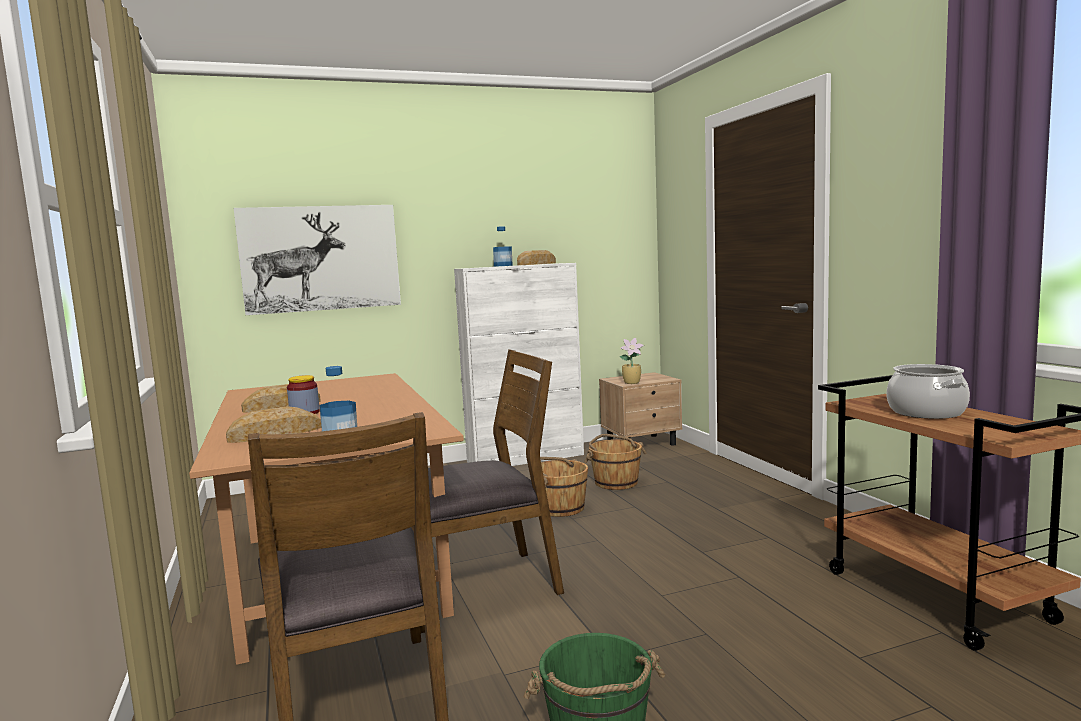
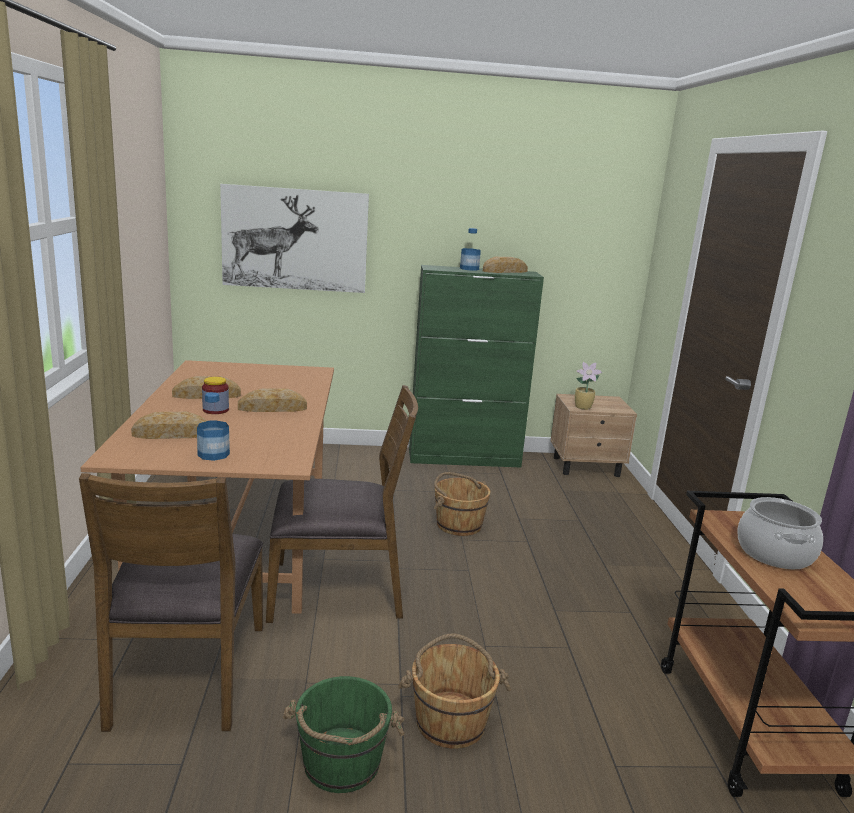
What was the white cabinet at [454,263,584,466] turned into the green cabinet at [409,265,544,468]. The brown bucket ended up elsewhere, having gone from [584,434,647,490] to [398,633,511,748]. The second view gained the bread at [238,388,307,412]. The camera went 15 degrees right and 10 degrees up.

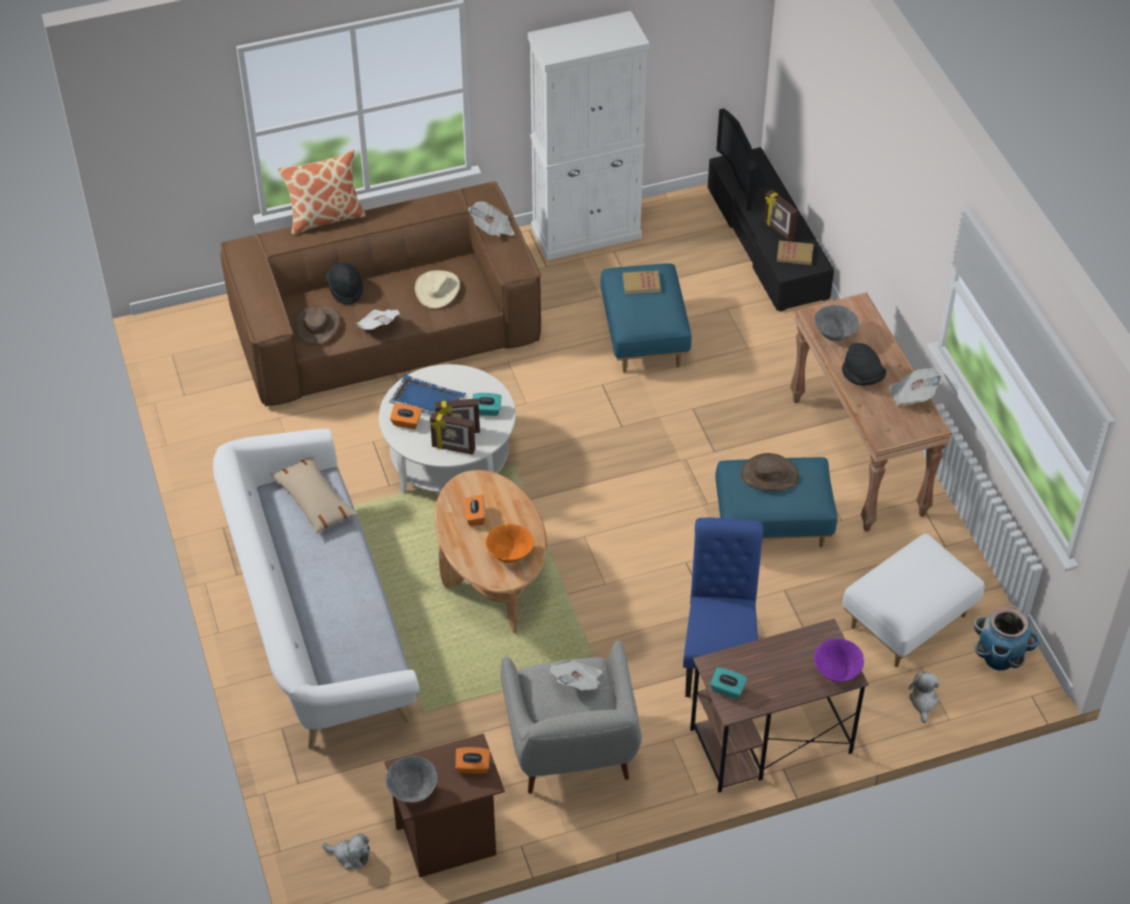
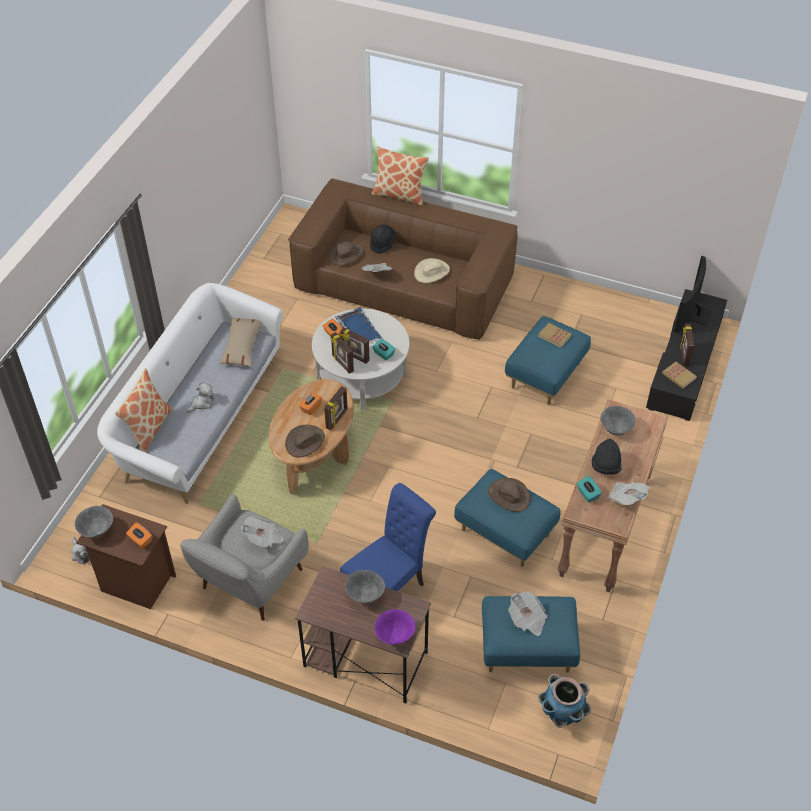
The second view lost the white cabinet at [528,11,650,260]. The newspaper ended up elsewhere, having gone from [468,201,514,237] to [508,591,548,636]. Where the orange bowl stood at [486,524,534,563], the brown hat came to stand at [285,425,325,457]. What was the white ottoman at [842,534,984,667] turned into the blue ottoman at [482,596,580,673]. The turquoise tissue box ended up elsewhere, having gone from [710,667,747,699] to [577,476,602,503]. The plush toy ended up elsewhere, having gone from [909,672,939,723] to [186,382,214,412]. The second view gained the pillow at [115,368,172,452]. The second view gained the picture frame at [324,386,348,430]. The second view gained the grey bowl at [345,570,385,603]. The camera went 40 degrees right and 0 degrees up.

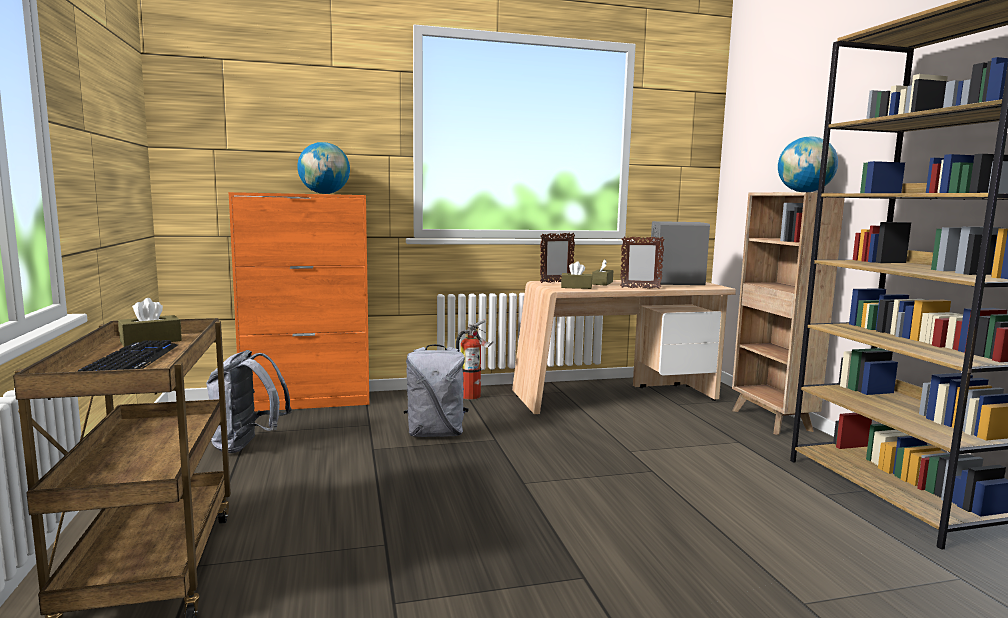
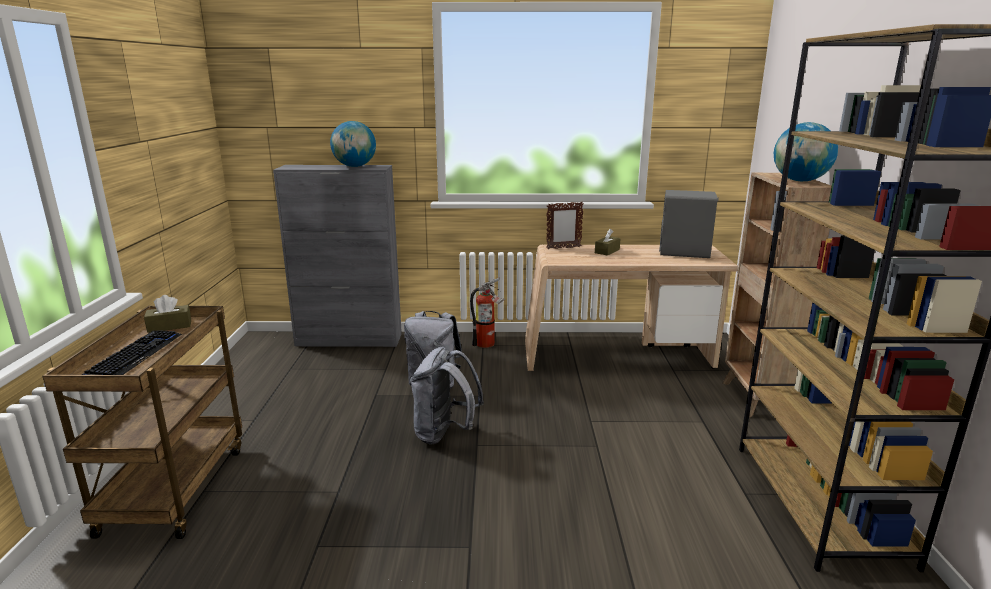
What was the orange cabinet at [228,192,369,411] turned into the grey cabinet at [273,165,402,347]. The second view lost the picture frame at [620,237,665,289]. The second view lost the brown tissue box at [561,261,592,289]. The grey backpack ended up elsewhere, having gone from [206,350,292,453] to [410,347,484,444]. The camera went 15 degrees right and 10 degrees up.

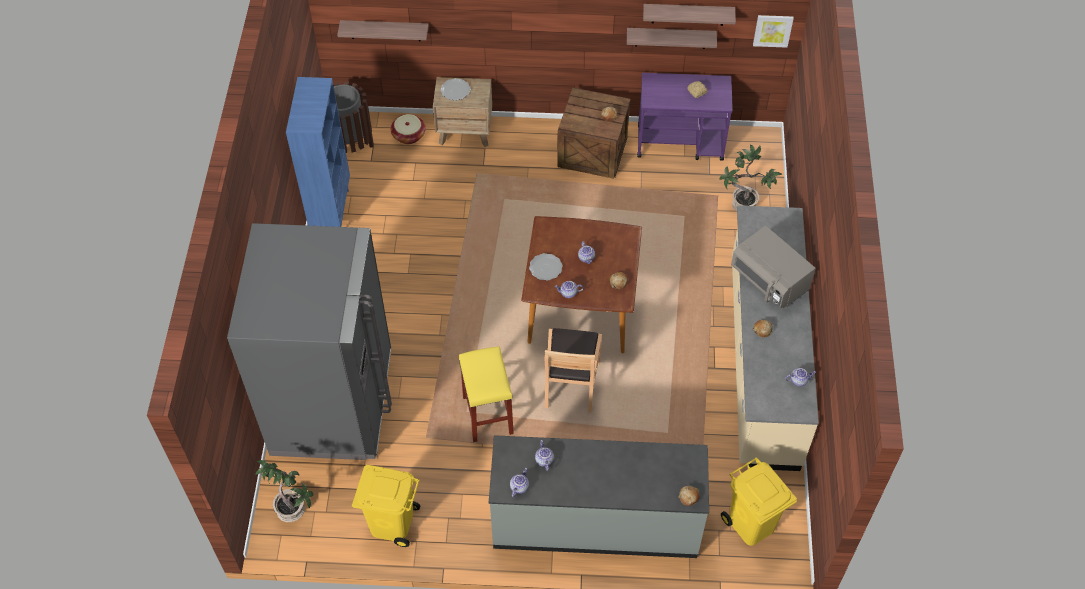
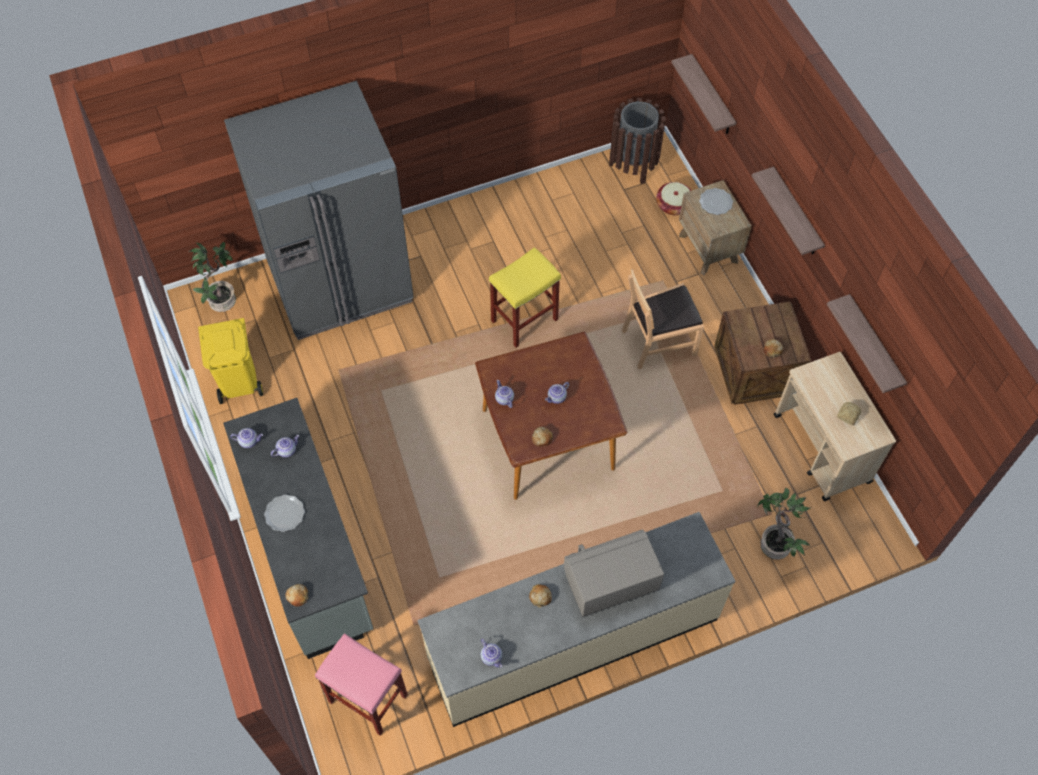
The shelf ended up elsewhere, having gone from [643,4,736,26] to [752,167,825,255]. The second view lost the picture at [753,15,794,48]. What was the purple cart at [637,73,733,161] turned into the beige cart at [773,352,896,501]. The second view lost the blue bookcase at [286,77,350,227]. The grey microwave at [731,226,816,309] ended up facing another way, 45 degrees clockwise from before. The plate ended up elsewhere, having gone from [529,253,563,281] to [264,494,305,532]. The brown chair ended up elsewhere, having gone from [545,328,602,413] to [622,269,704,369]. The yellow stool ended up elsewhere, having gone from [459,346,514,442] to [489,247,561,348]. Where the yellow trash can stood at [721,458,797,546], the pink stool came to stand at [315,633,408,736]. The camera went 65 degrees right and 5 degrees up.

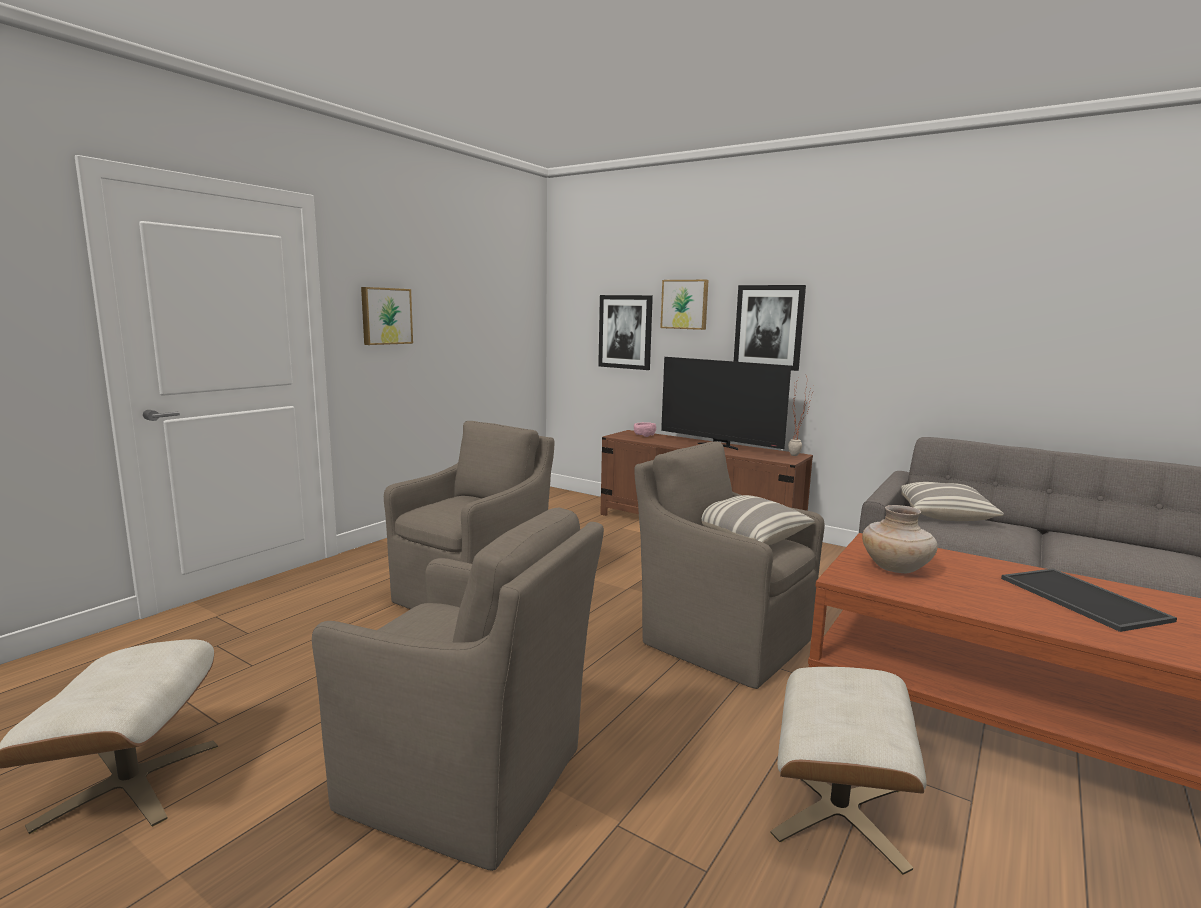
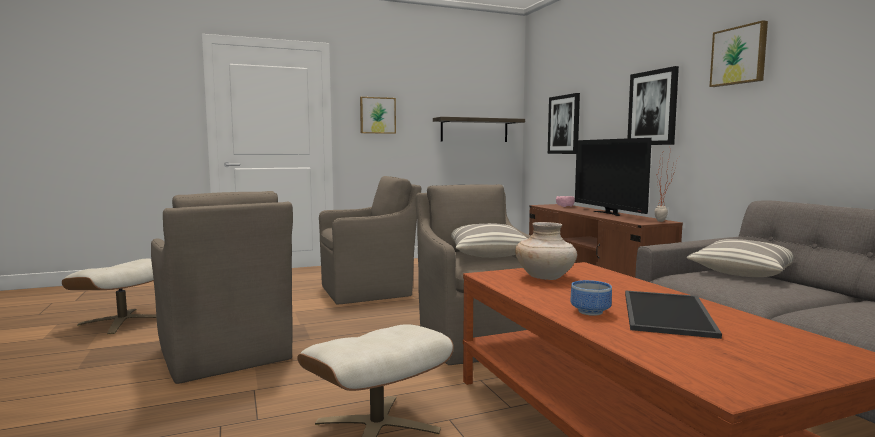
The picture ended up elsewhere, having gone from [660,280,708,330] to [710,20,768,87]. The second view gained the shelf at [433,117,525,142]. The second view gained the bowl at [570,280,612,316]. The camera went 35 degrees right and 5 degrees down.

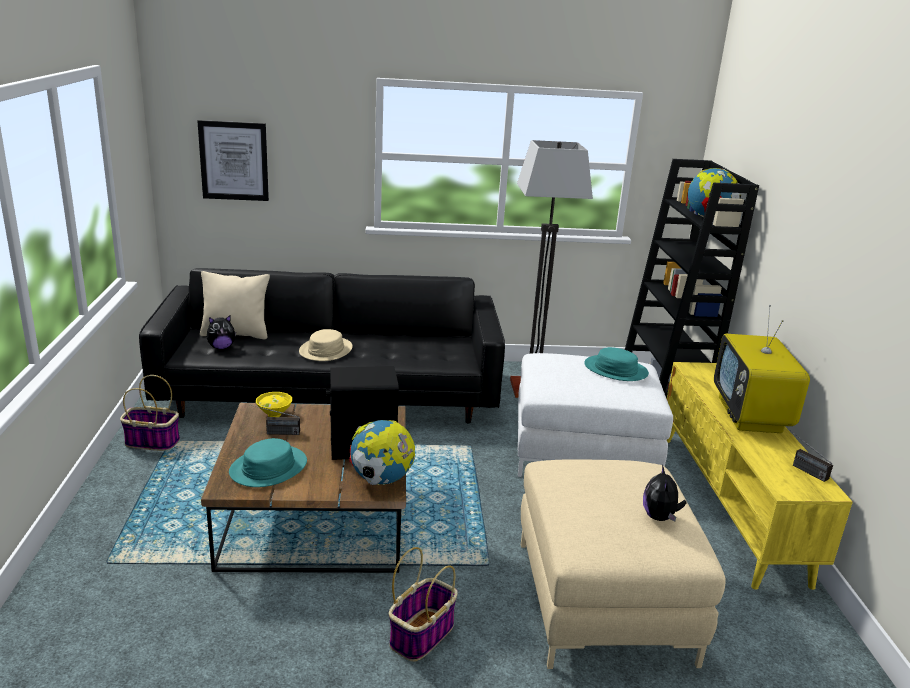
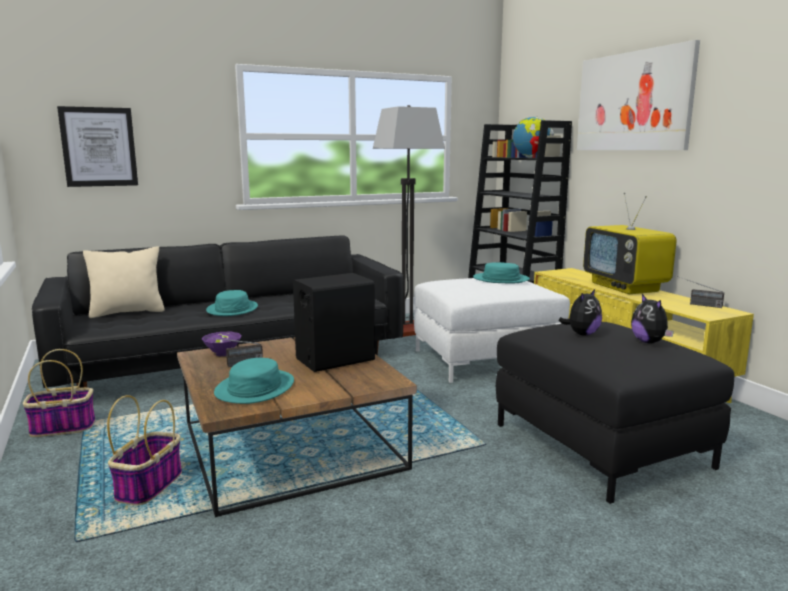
The plush toy ended up elsewhere, having gone from [207,315,236,349] to [559,289,602,336]. What was the beige hat at [299,329,353,361] turned into the turquoise hat at [206,290,258,316]. What was the yellow bowl at [256,392,292,417] turned into the purple bowl at [202,332,242,356]. The second view lost the globe at [349,420,415,485]. What was the beige ottoman at [521,459,726,669] turned into the black ottoman at [496,322,734,504]. The basket ended up elsewhere, having gone from [389,547,458,661] to [107,395,182,505]. The second view gained the picture at [577,40,700,150]. The camera went 20 degrees left and 10 degrees down.

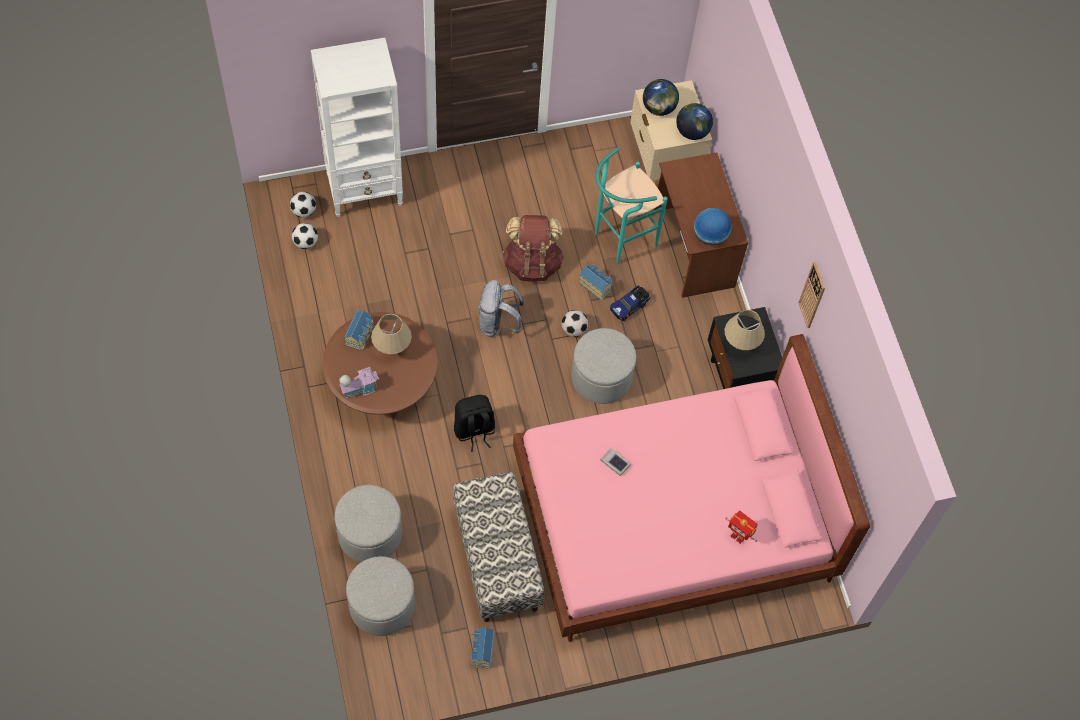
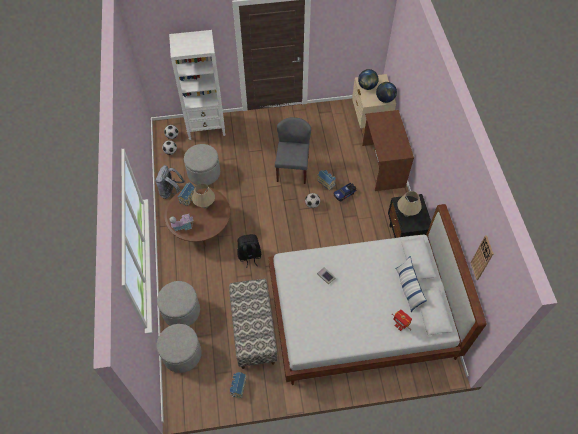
The second view lost the turquoise stool at [595,148,668,264]. The second view lost the globe at [694,208,732,246]. Where the brown backpack stood at [502,215,564,282], the grey chair came to stand at [275,117,311,184]. The wall clock ended up elsewhere, having gone from [798,261,825,328] to [471,235,494,280]. The grey backpack ended up elsewhere, having gone from [478,280,524,337] to [155,165,185,199]. The grey ottoman ended up elsewhere, having gone from [571,328,636,404] to [184,144,220,185]. What was the pink bed at [513,334,870,642] turned into the white bed at [269,204,486,385]. The second view gained the pillow at [395,256,427,312]. The camera went 10 degrees right and 5 degrees down.

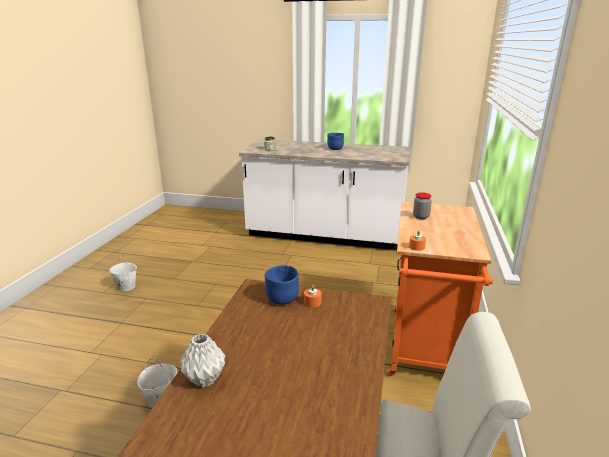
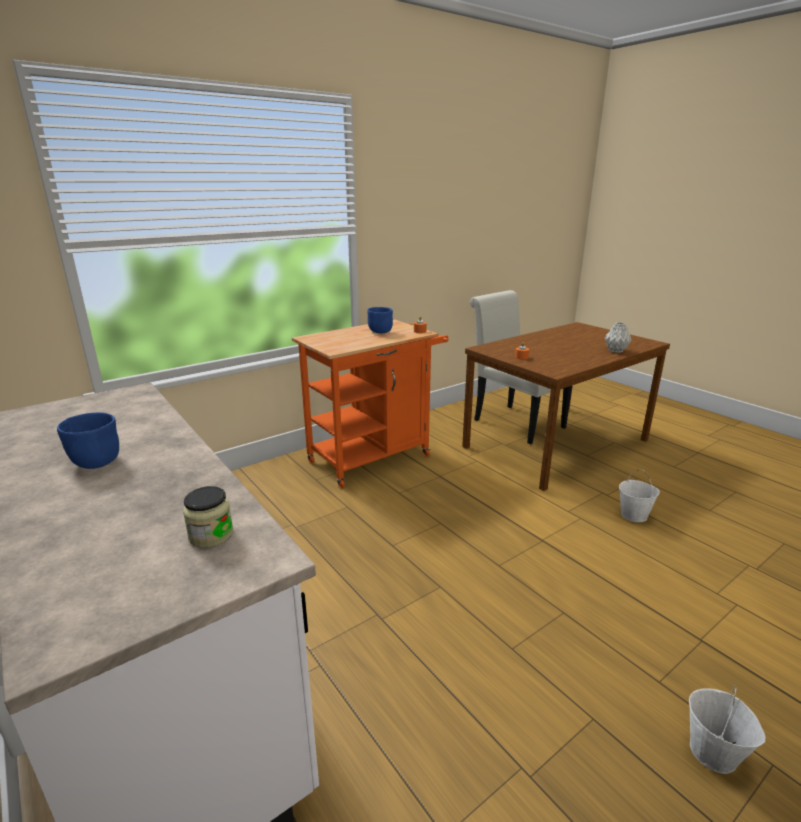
The second view lost the jar at [413,192,432,219]. The blue bowl ended up elsewhere, having gone from [265,265,299,305] to [368,307,393,333]. The camera went 140 degrees left and 0 degrees up.

